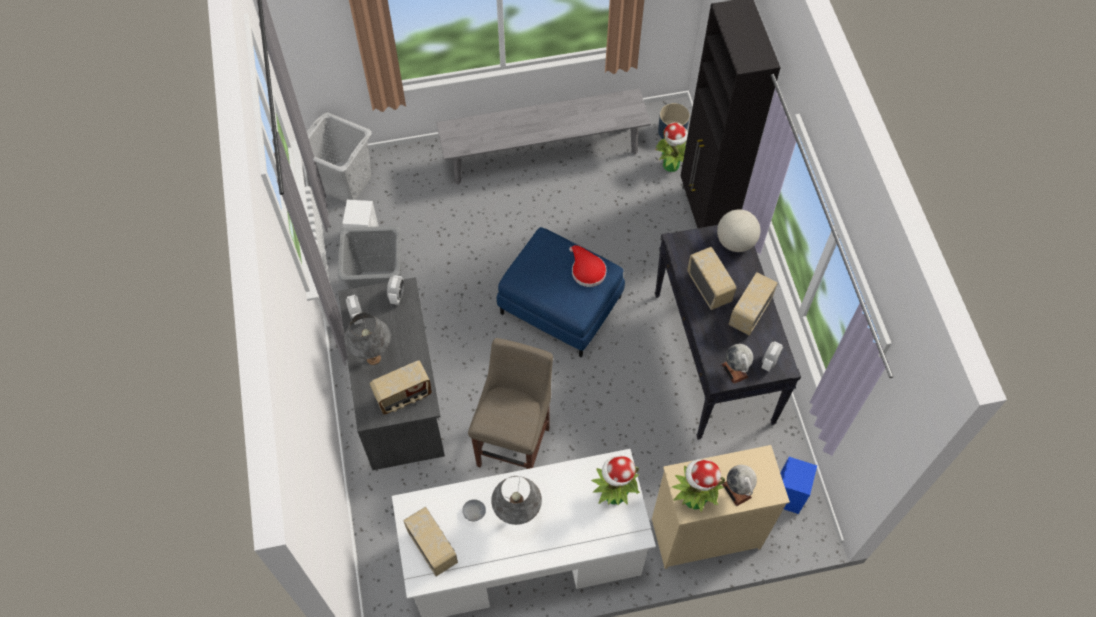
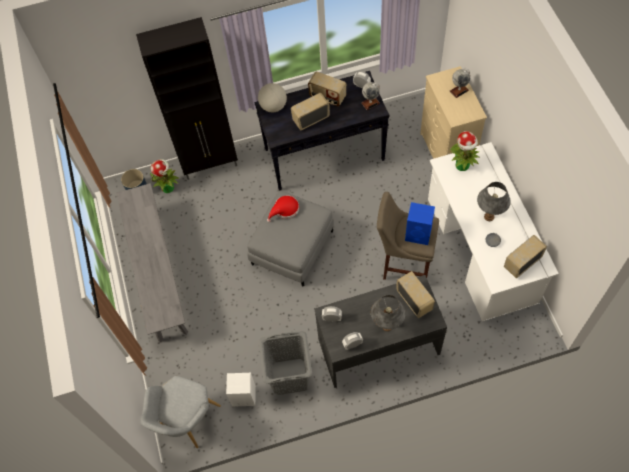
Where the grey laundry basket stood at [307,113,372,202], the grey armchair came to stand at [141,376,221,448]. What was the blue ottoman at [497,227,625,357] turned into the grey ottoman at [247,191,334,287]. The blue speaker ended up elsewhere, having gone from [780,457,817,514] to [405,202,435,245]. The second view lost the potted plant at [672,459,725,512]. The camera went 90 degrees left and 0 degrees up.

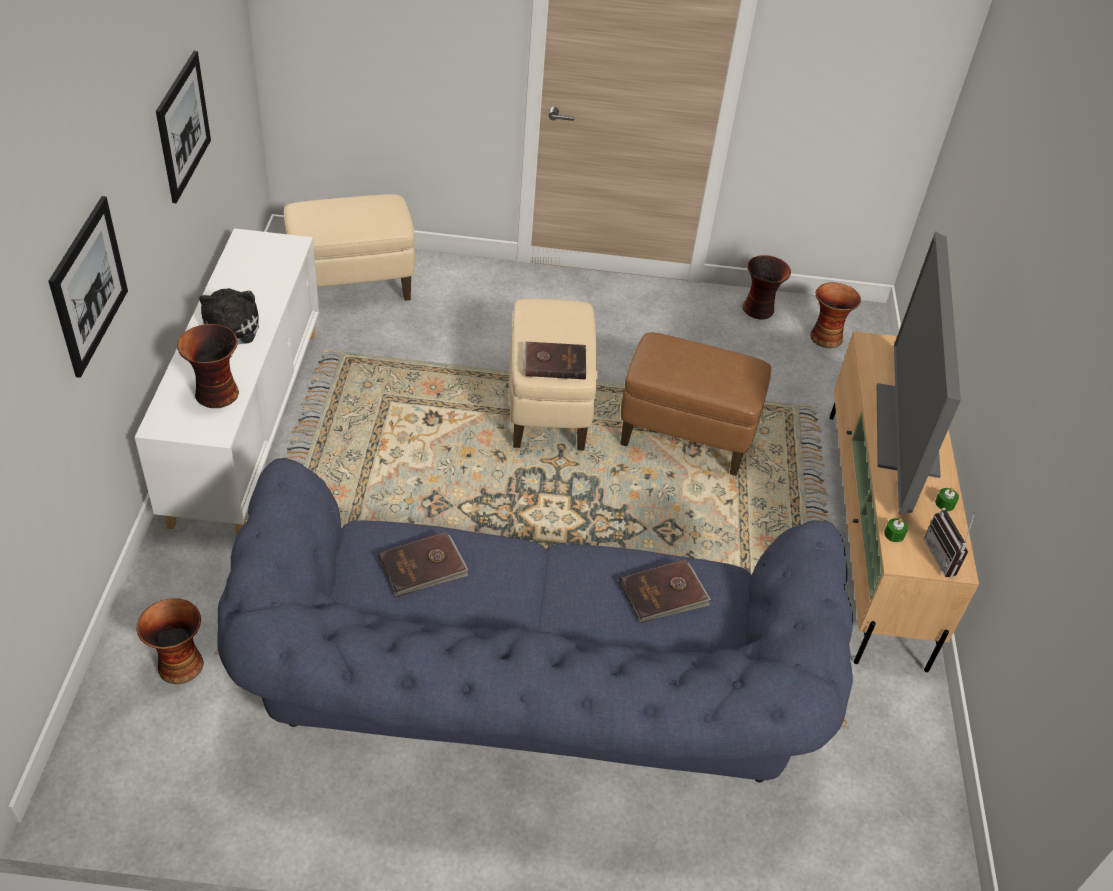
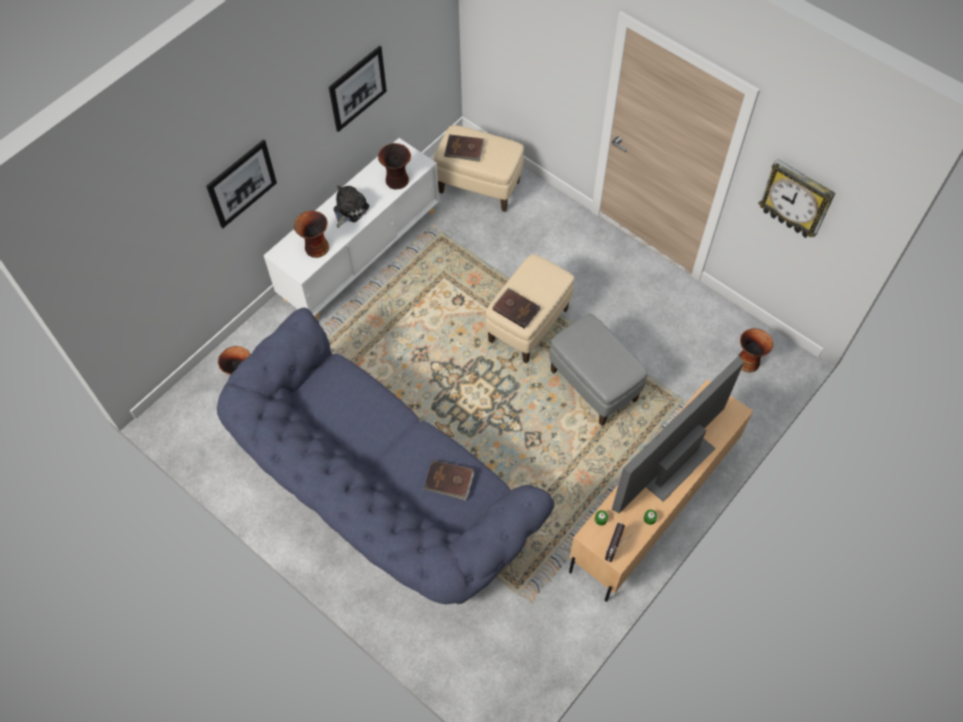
The vase ended up elsewhere, having gone from [743,255,791,320] to [378,143,411,190]. What was the brown ottoman at [621,332,771,476] turned into the grey ottoman at [549,314,648,426]. The brown book ended up elsewhere, having gone from [378,531,468,597] to [444,134,485,162]. The second view gained the wall clock at [758,159,835,238]. The camera went 40 degrees right and 15 degrees up.

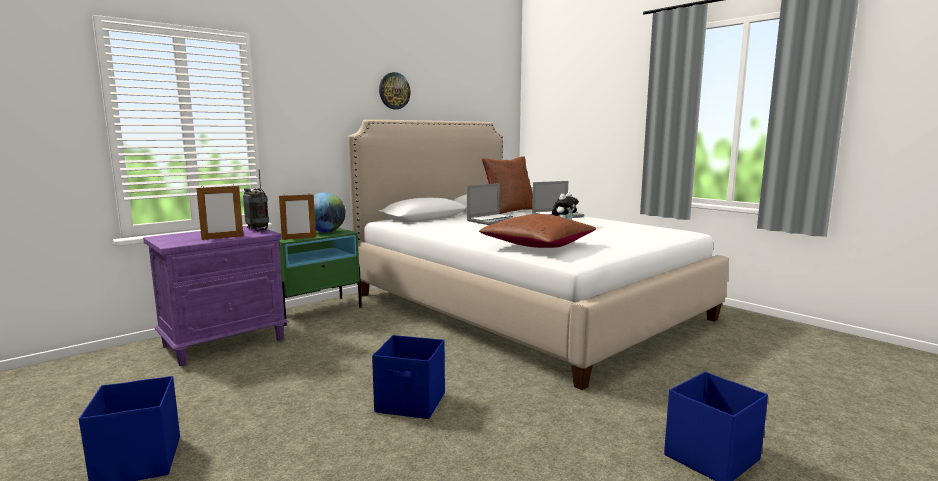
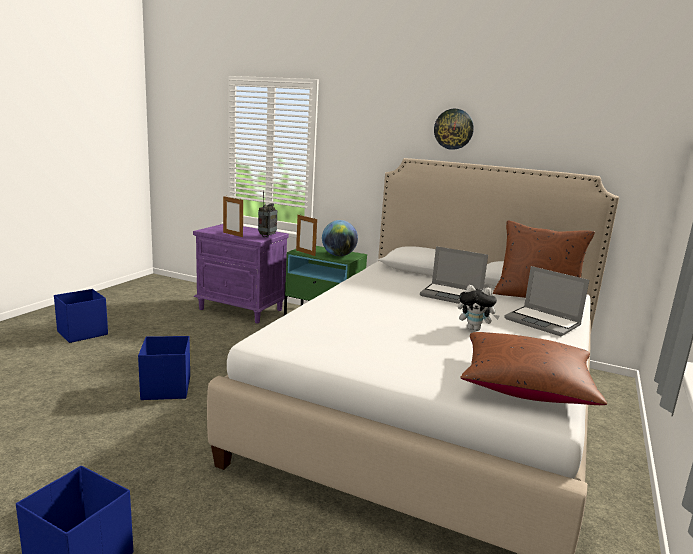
The brown pillow ended up elsewhere, having gone from [479,214,596,248] to [460,332,607,405]. The camera went 65 degrees right and 5 degrees up.

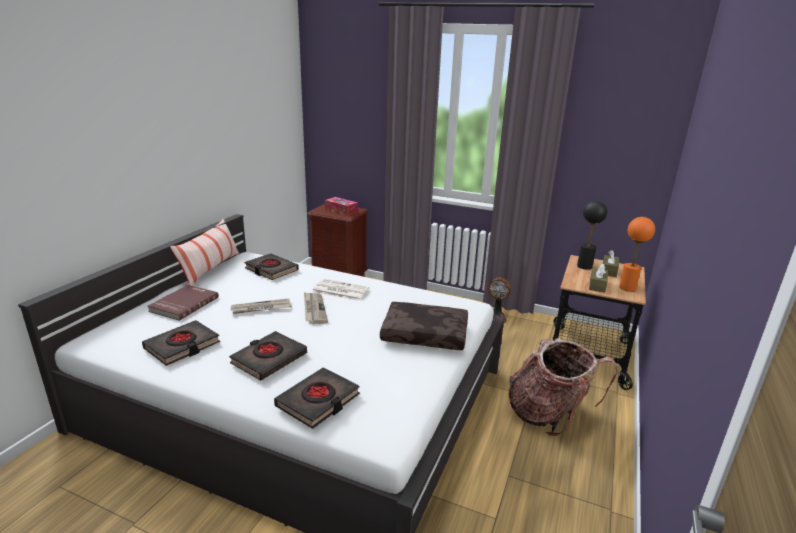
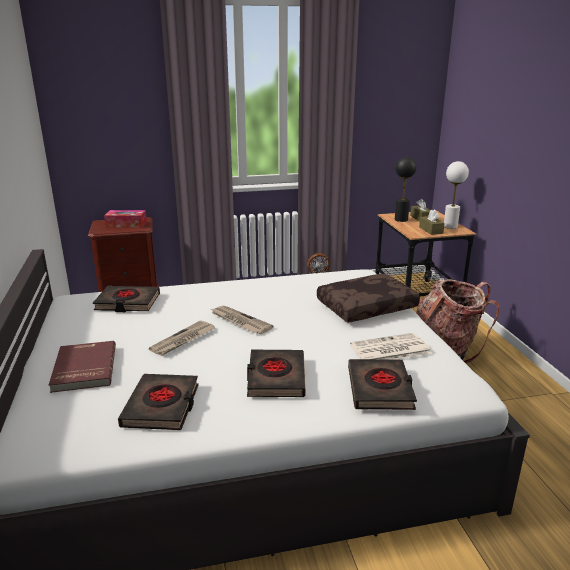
What was the orange table lamp at [619,217,655,292] turned into the white table lamp at [444,161,469,229]. The second view lost the pillow at [170,218,240,286]. The newspaper ended up elsewhere, having gone from [312,279,369,301] to [350,333,431,360]. The camera went 35 degrees left and 0 degrees up.

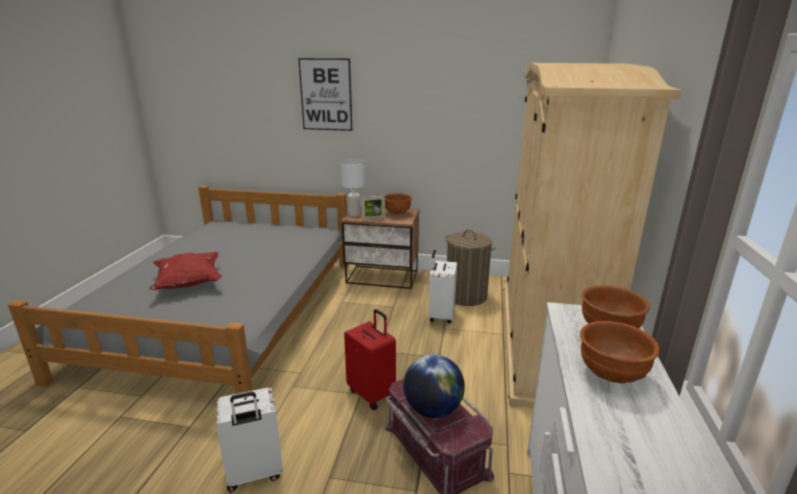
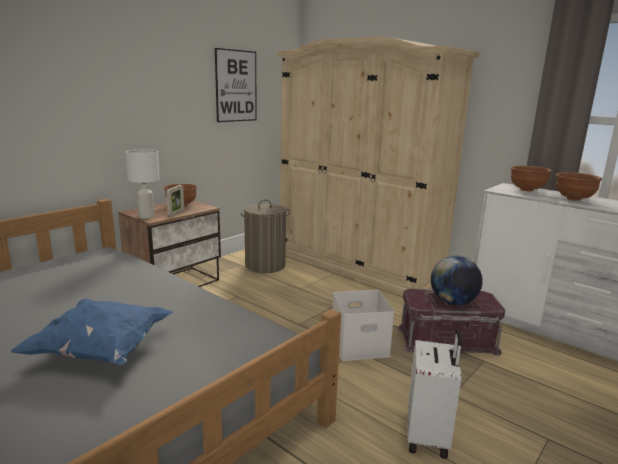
The picture ended up elsewhere, having gone from [298,58,352,131] to [215,48,257,122]. The second view lost the white suitcase at [428,250,457,323]. What was the red pillow at [149,252,222,290] turned into the blue pillow at [10,298,173,365]. Where the red suitcase stood at [344,309,396,410], the white storage box came to stand at [332,290,395,361]. The camera went 60 degrees left and 5 degrees down.

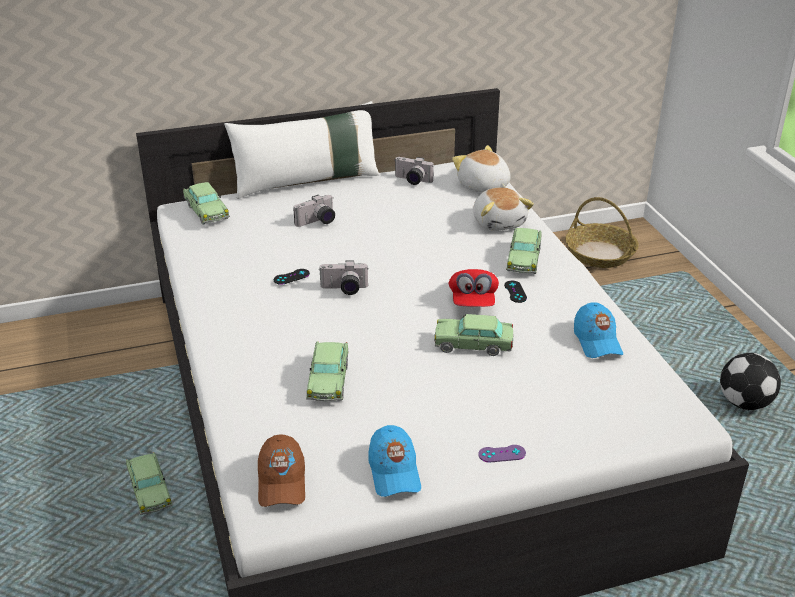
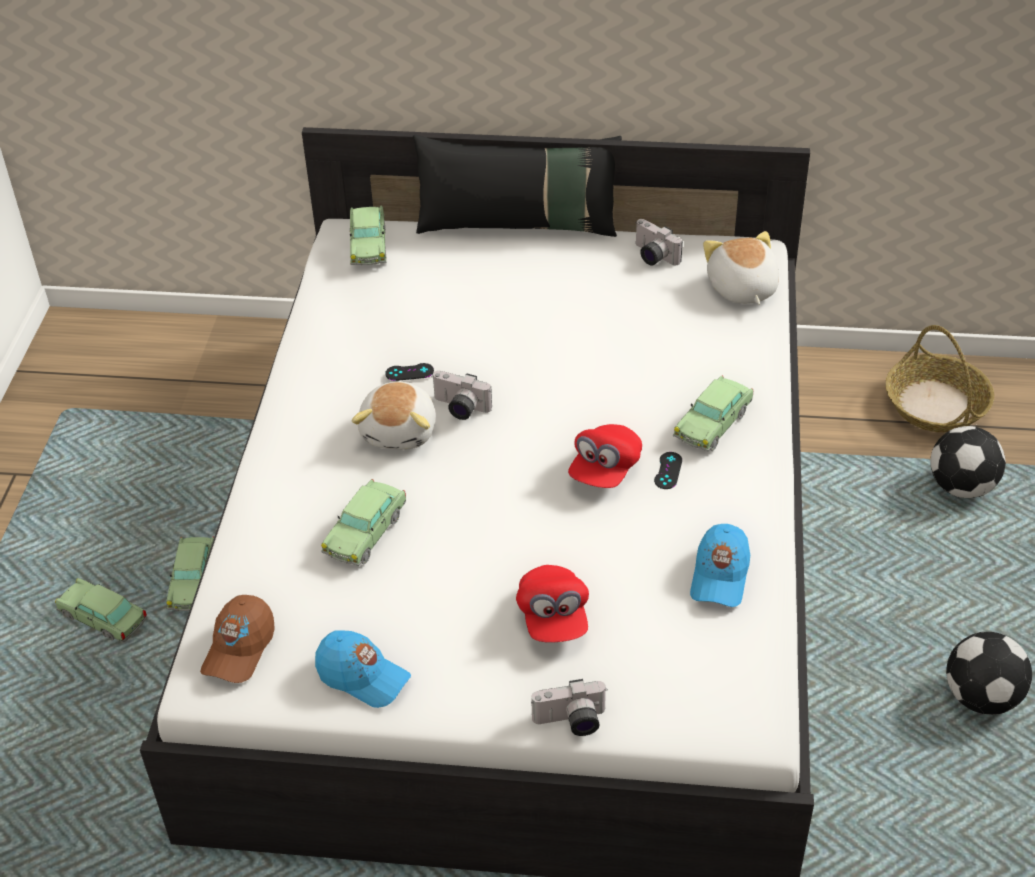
What was the white pillow at [224,101,380,199] turned into the black pillow at [413,135,622,237]. The plush toy ended up elsewhere, having gone from [473,187,534,231] to [352,381,436,450]. The photo camera ended up elsewhere, having gone from [293,195,335,227] to [531,679,608,736]. The toy car ended up elsewhere, having gone from [434,314,513,356] to [55,578,147,642]. The blue cap at [369,425,421,497] ended up facing another way, 75 degrees counterclockwise from before. The second view lost the purple game controller at [478,445,526,463]. The second view gained the football at [930,426,1006,498]. The second view gained the red cap at [516,565,589,643]. The camera went 25 degrees right and 10 degrees up.

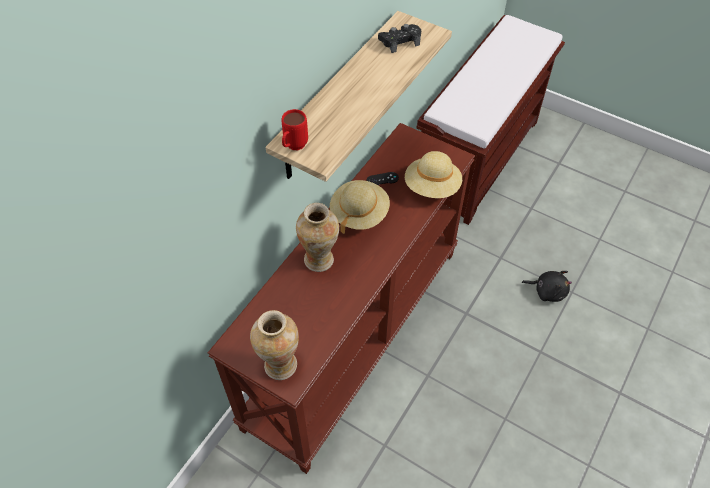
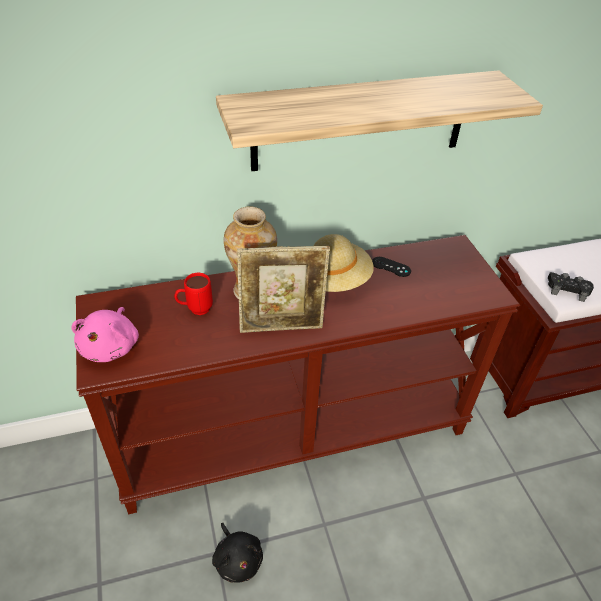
The black game controller ended up elsewhere, having gone from [378,24,421,53] to [548,272,594,302]. The red mug ended up elsewhere, having gone from [281,109,308,150] to [174,273,213,315]. The second view lost the beige hat at [405,151,462,198]. The black plush toy ended up elsewhere, having gone from [521,271,572,302] to [212,523,263,583]. Where the vase stood at [250,310,299,380], the pink plush toy came to stand at [72,307,139,362]. The second view gained the picture frame at [237,246,330,333]. The camera went 40 degrees right and 10 degrees down.

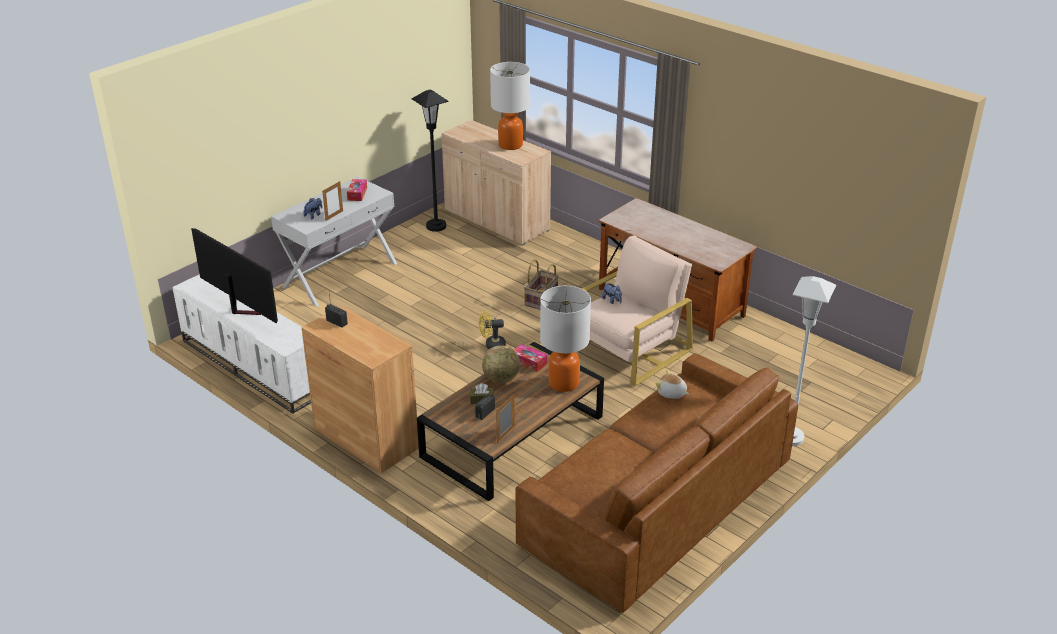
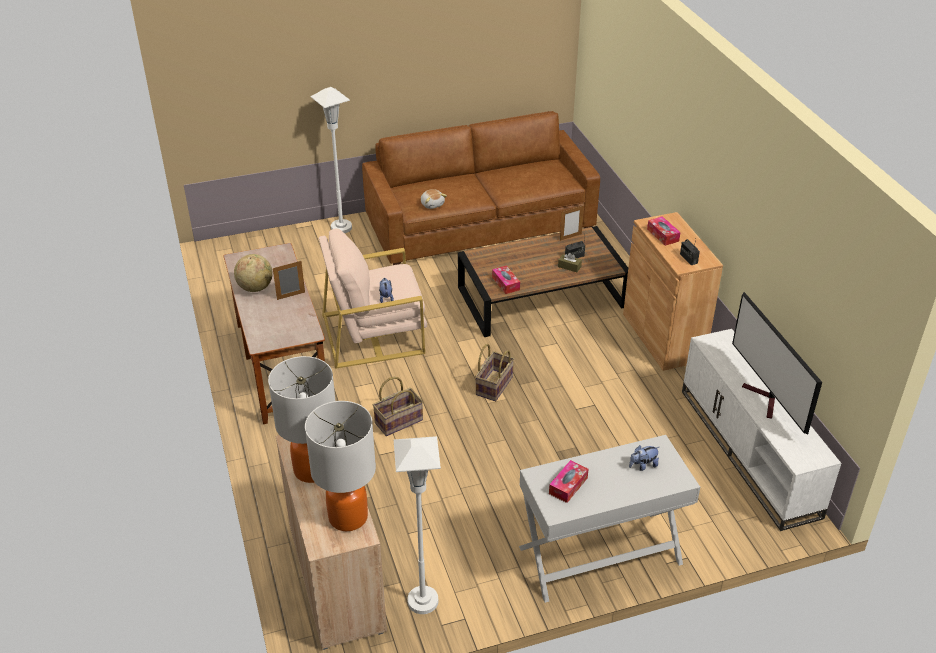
What was the black floor lamp at [412,89,449,232] turned into the white floor lamp at [394,436,441,614]. The picture frame ended up elsewhere, having gone from [322,181,343,221] to [273,261,305,300]. The table lamp ended up elsewhere, having gone from [540,286,591,392] to [305,401,376,531]. Where the yellow fan stood at [479,311,506,349], the basket came to stand at [475,344,514,401]. The globe ended up elsewhere, having gone from [482,345,520,383] to [234,254,273,292]. The second view gained the tissue box at [647,216,681,246]. The camera went 150 degrees left and 5 degrees up.

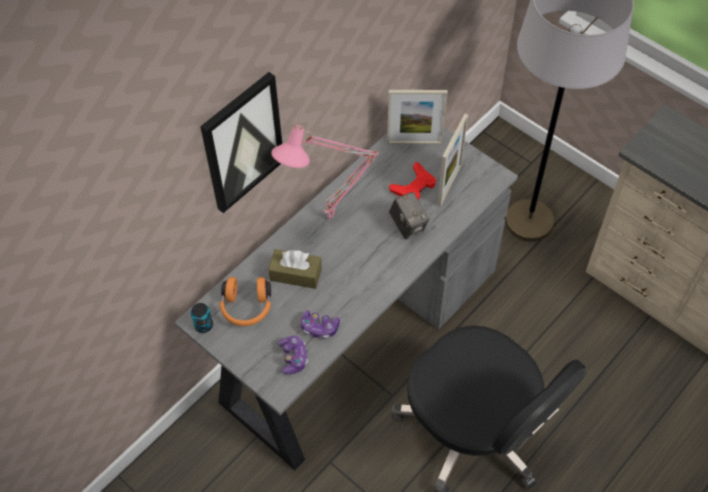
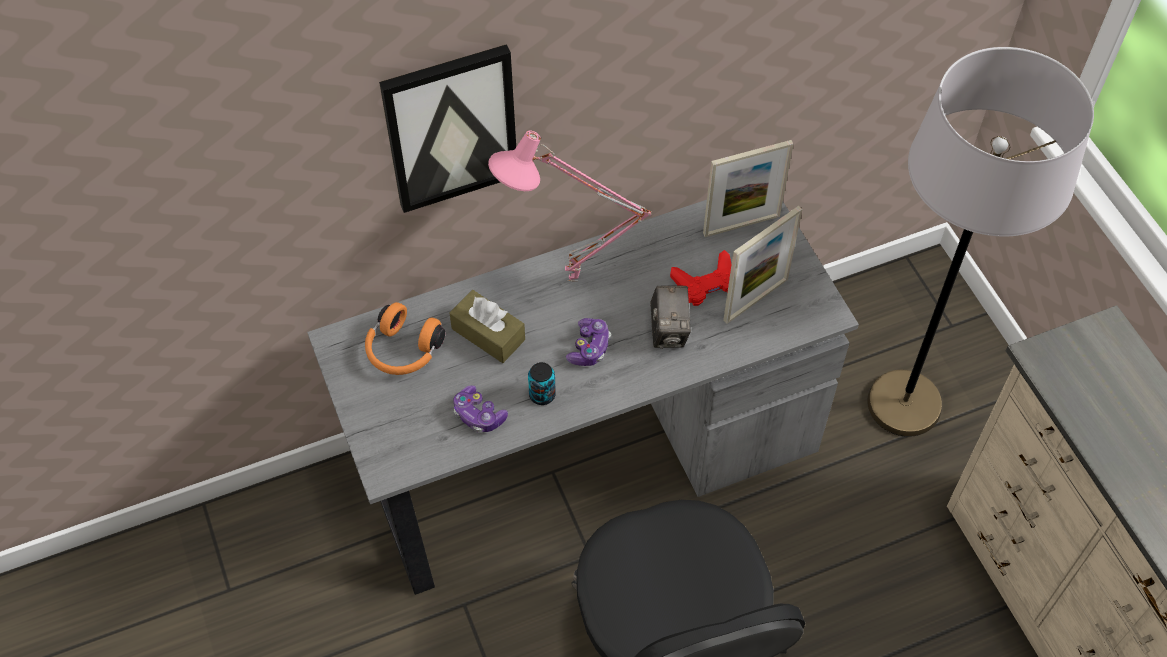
The picture frame at [387,90,448,144] ended up facing another way, 45 degrees counterclockwise from before. The can ended up elsewhere, having gone from [191,303,213,333] to [528,362,556,405]. The game controller ended up elsewhere, having gone from [278,335,308,375] to [566,318,611,366]. The camera went 25 degrees right and 0 degrees up.

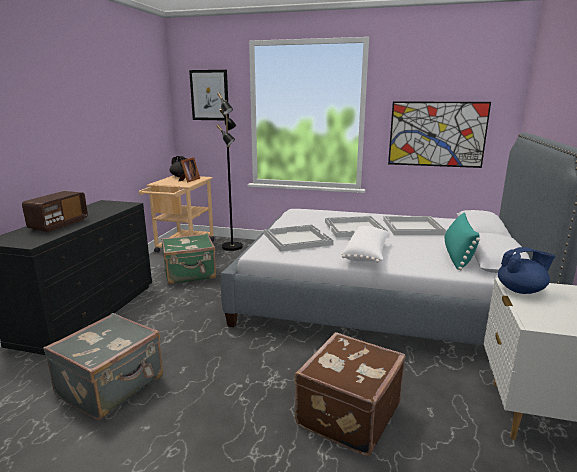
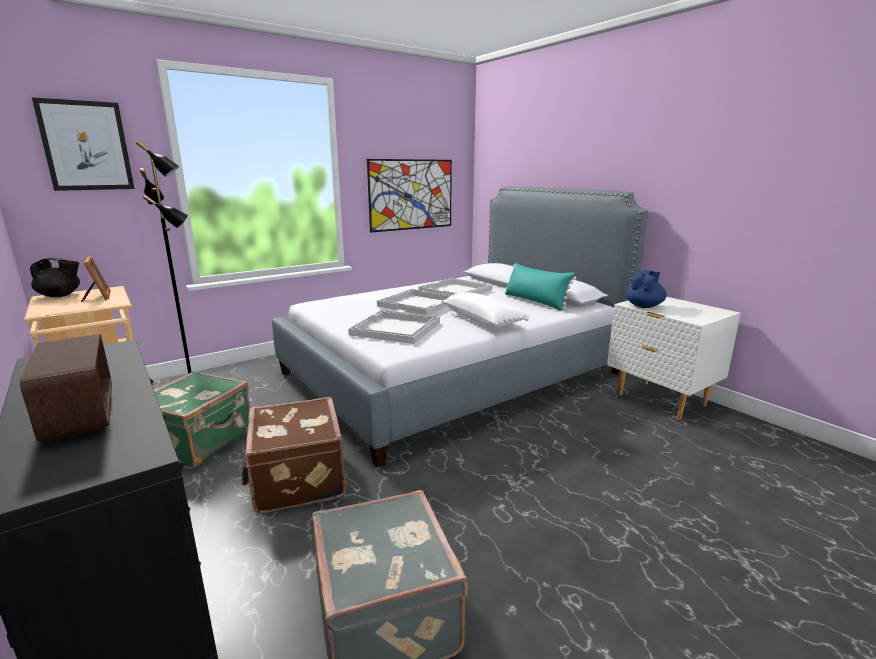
The brown suitcase ended up elsewhere, having gone from [294,332,406,456] to [242,397,346,513]. The camera went 50 degrees left and 0 degrees up.

